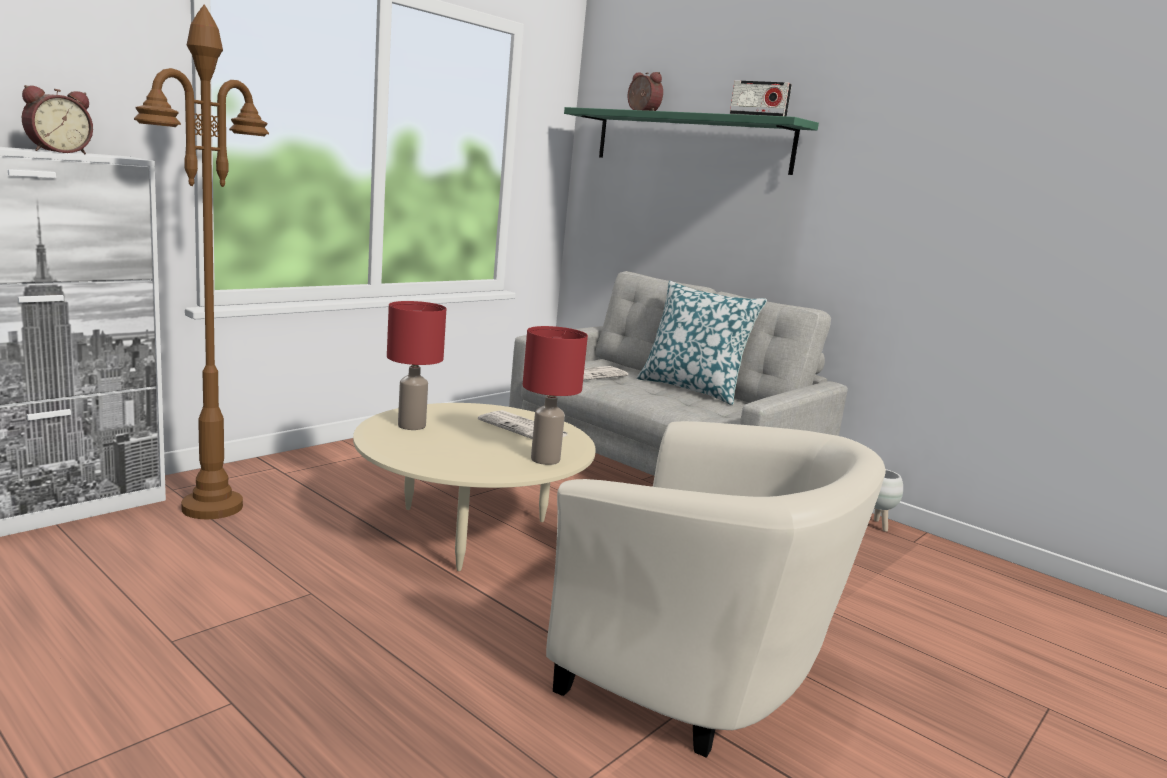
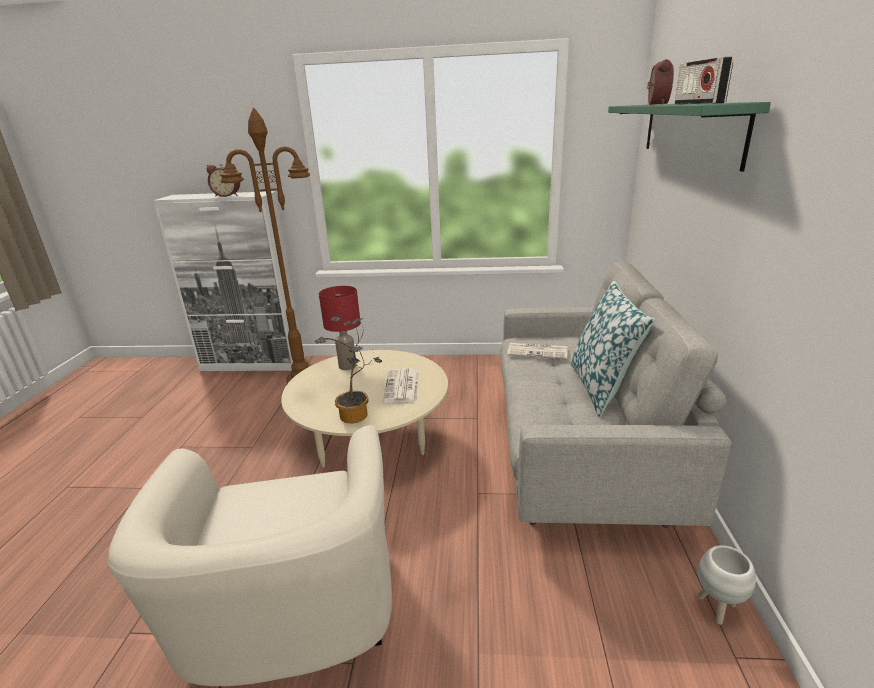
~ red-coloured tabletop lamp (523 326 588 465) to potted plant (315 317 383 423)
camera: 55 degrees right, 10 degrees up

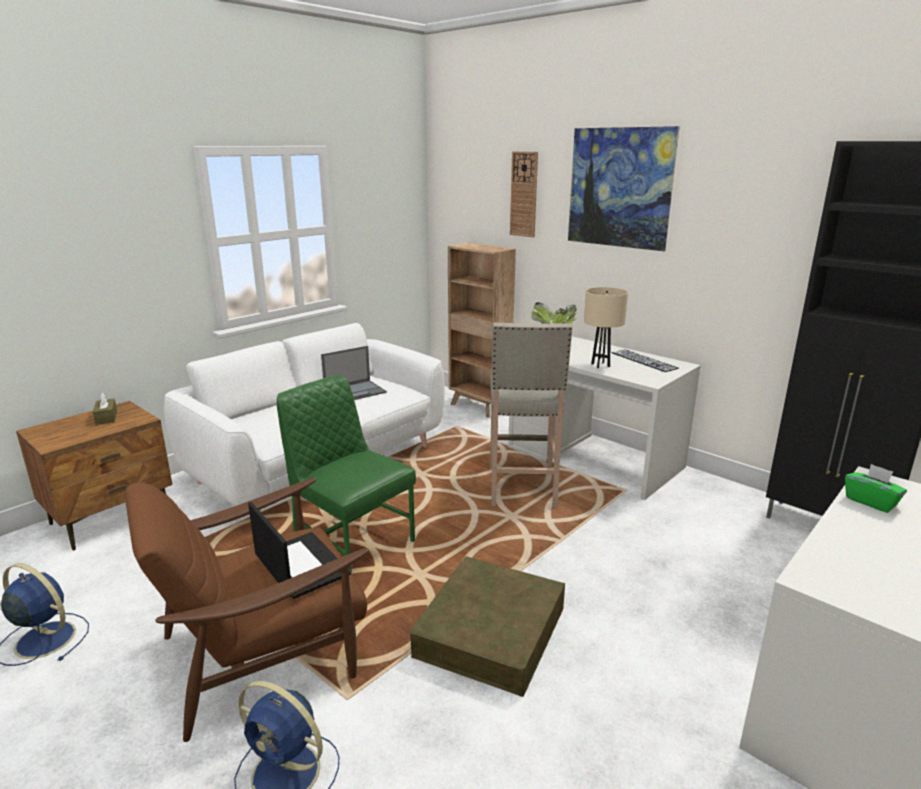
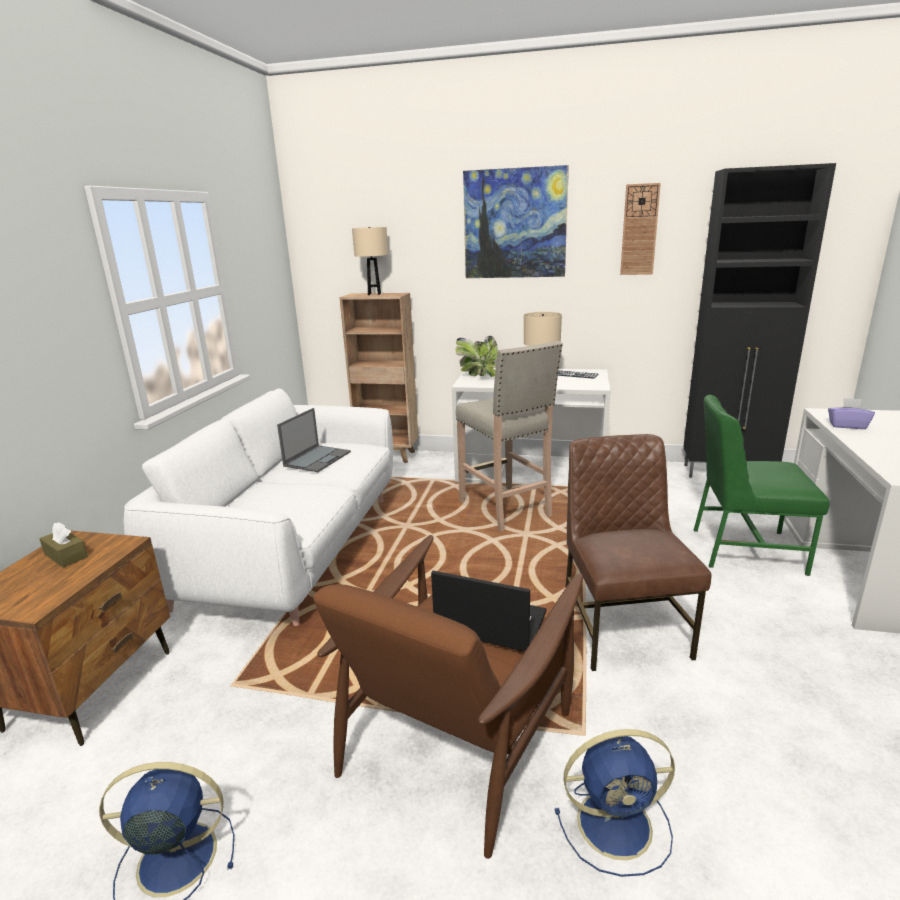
~ green plain chair (277 375 416 572) to (694 395 830 576)
~ brown storage container (410 556 565 697) to brown plain chair (565 434 711 671)
~ clock on the wall (510 152 538 237) to (620 183 661 275)
~ green tissue holder (845 464 907 513) to purple-coloured tissue holder (828 398 875 429)
+ sand-coloured tabletop lamp (352 227 388 295)
camera: 30 degrees left, 0 degrees up

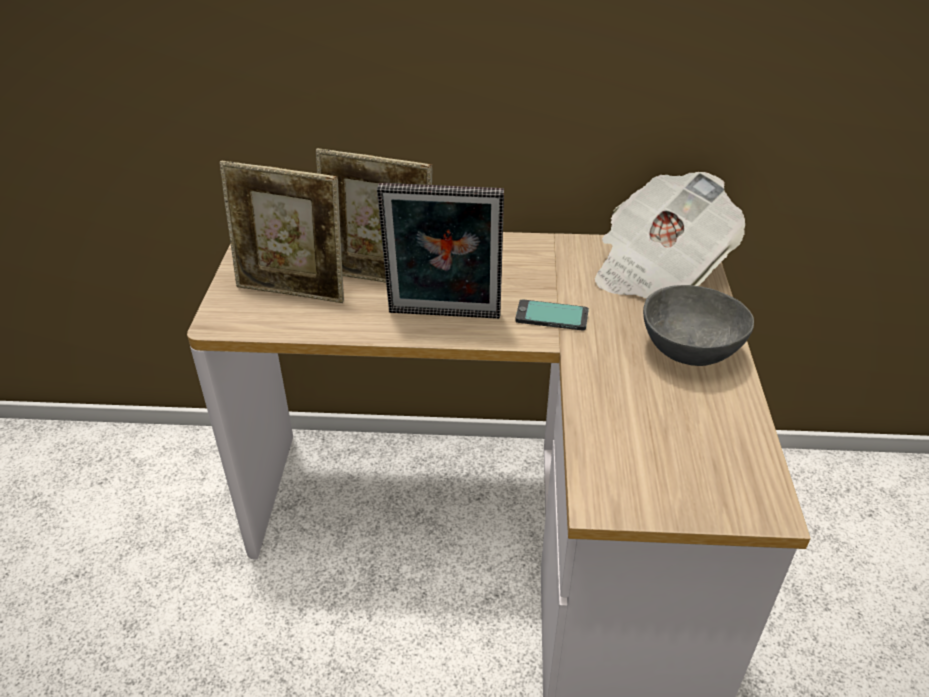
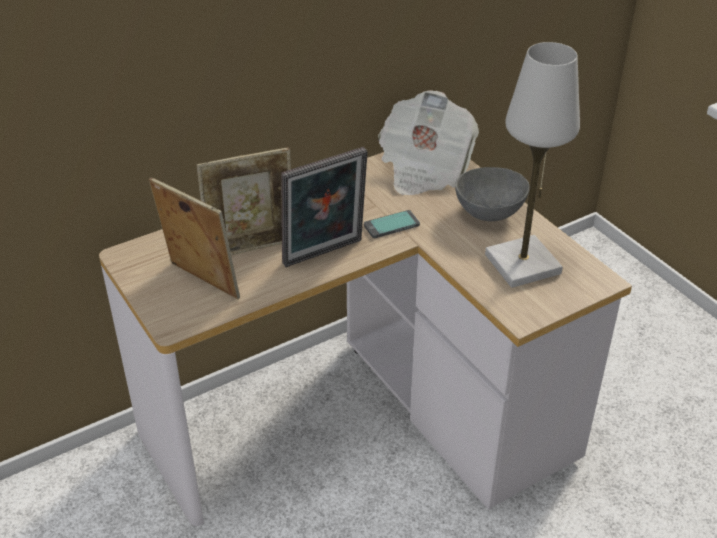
~ standing frame (219 160 344 303) = (149 177 240 299) 120 degrees counterclockwise
+ white tabletop lamp (485 42 580 288)
camera: 35 degrees left, 0 degrees up

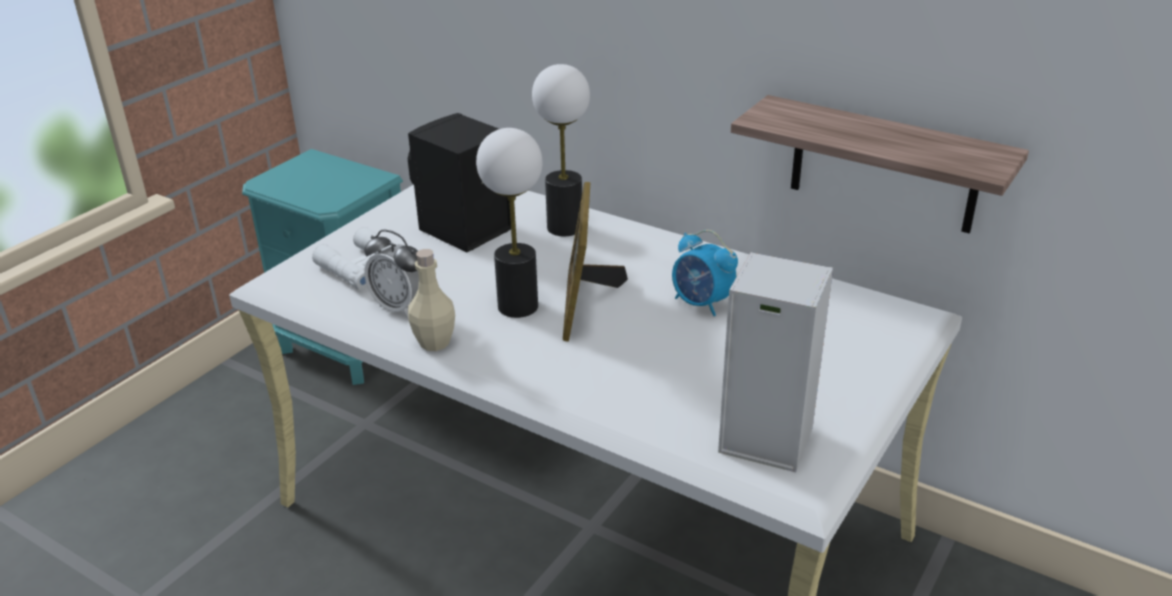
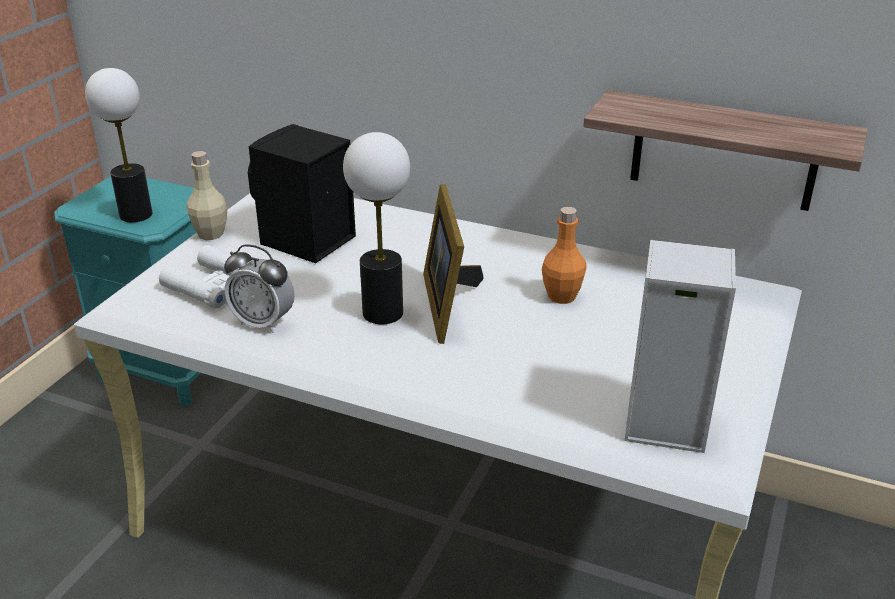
~ sand-coloured bottle (408 249 455 351) to (187 151 227 240)
~ tabletop lamp (532 64 590 236) to (85 68 152 222)
~ alarm clock (672 230 738 316) to orangey bottle (542 207 587 304)
camera: 10 degrees left, 0 degrees up

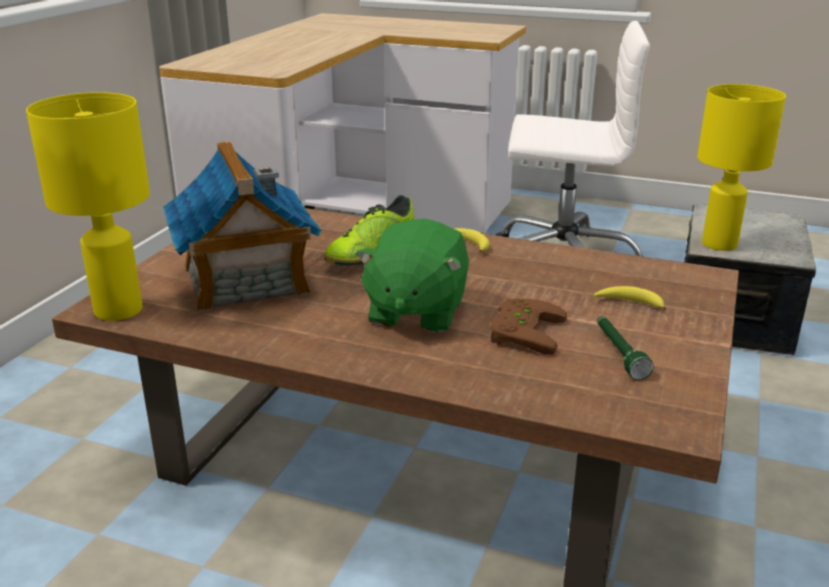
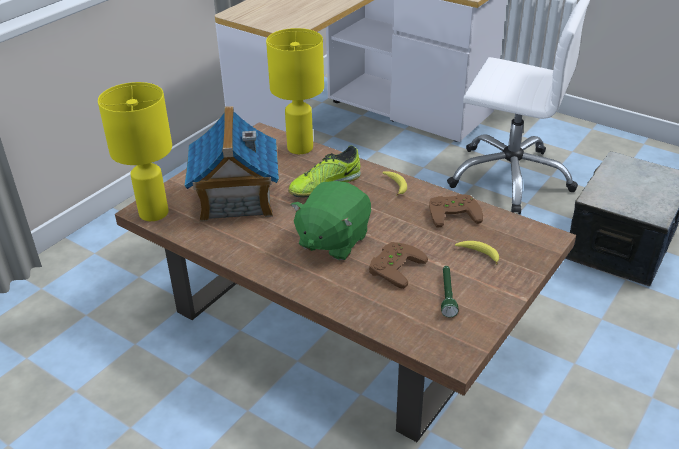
~ yellow-coloured tabletop lamp (697 84 786 251) to (266 28 324 154)
+ brown game controller (429 194 483 228)
camera: 15 degrees right, 10 degrees up

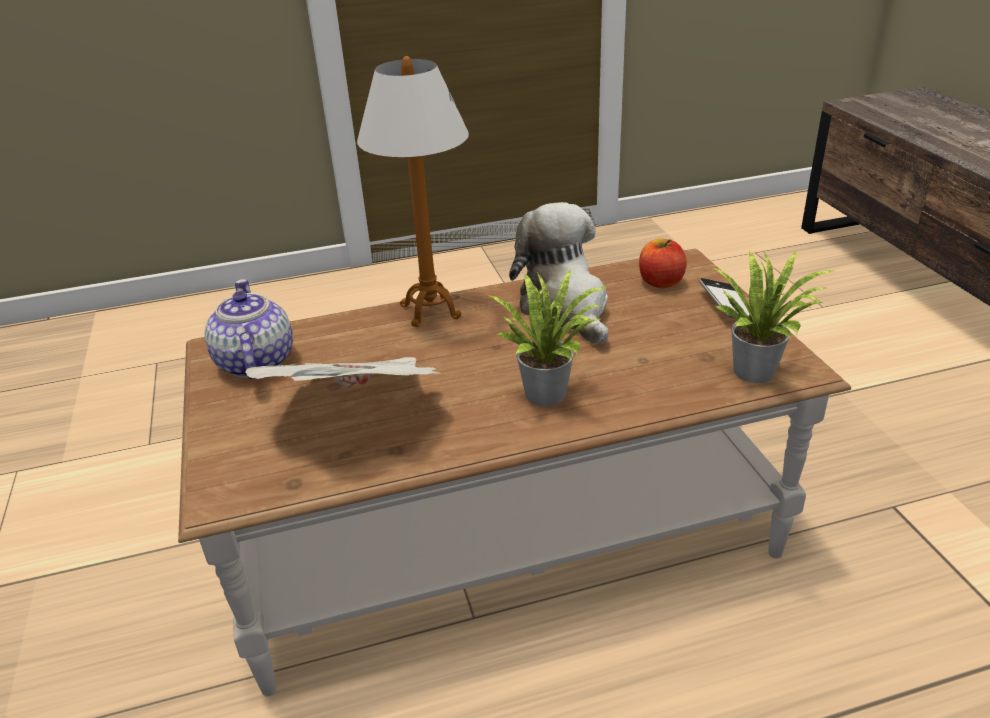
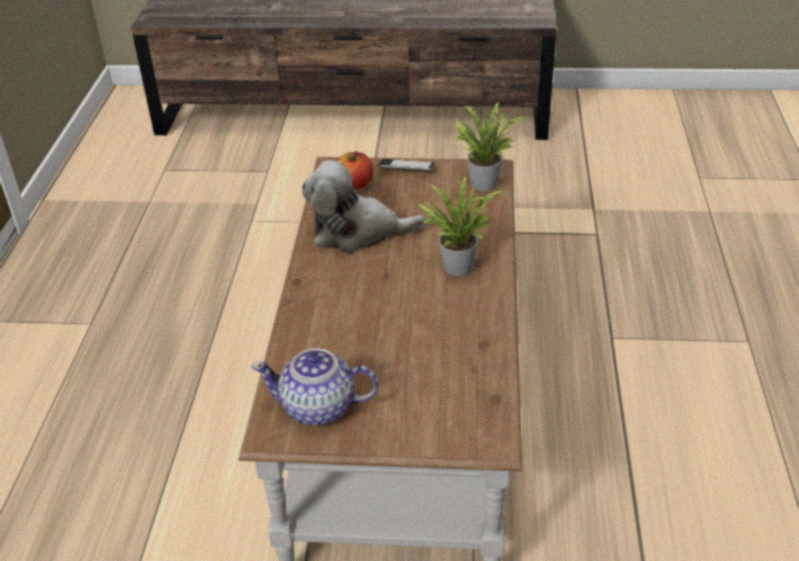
- daily paper (245 357 442 388)
- tabletop lamp (357 56 469 327)
camera: 70 degrees left, 5 degrees up

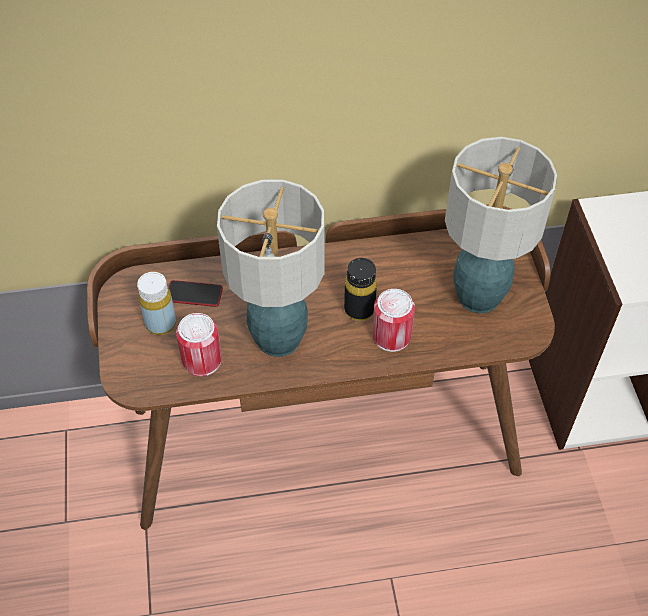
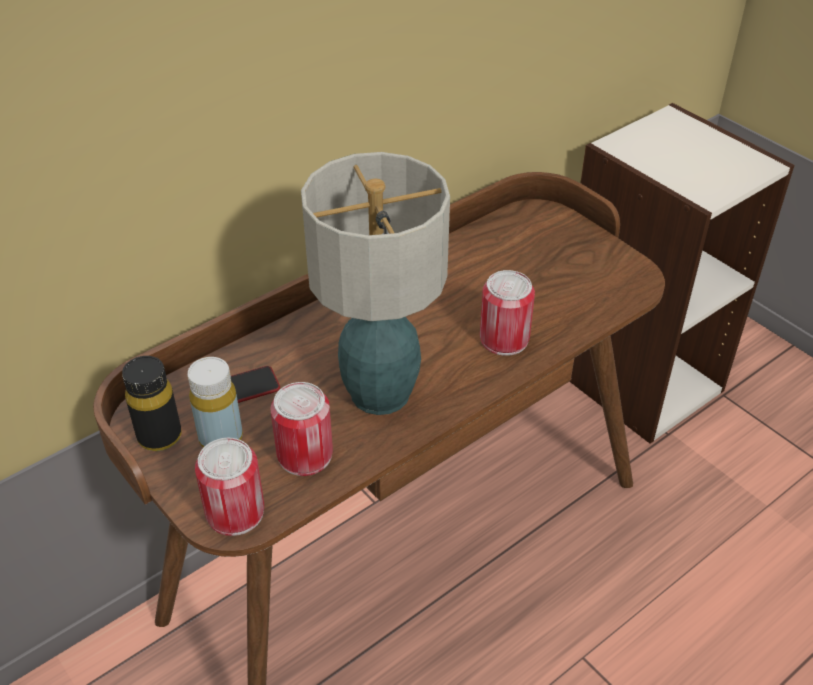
~ black bottle (344 258 377 321) to (122 356 181 451)
- tabletop lamp (445 137 557 313)
+ can (195 438 264 536)
camera: 30 degrees left, 10 degrees down

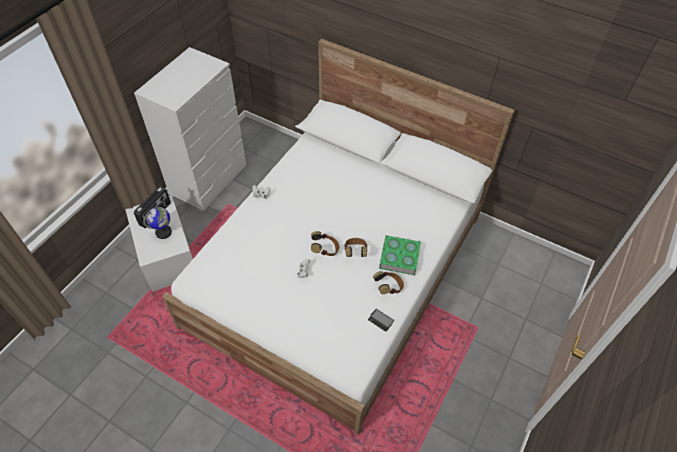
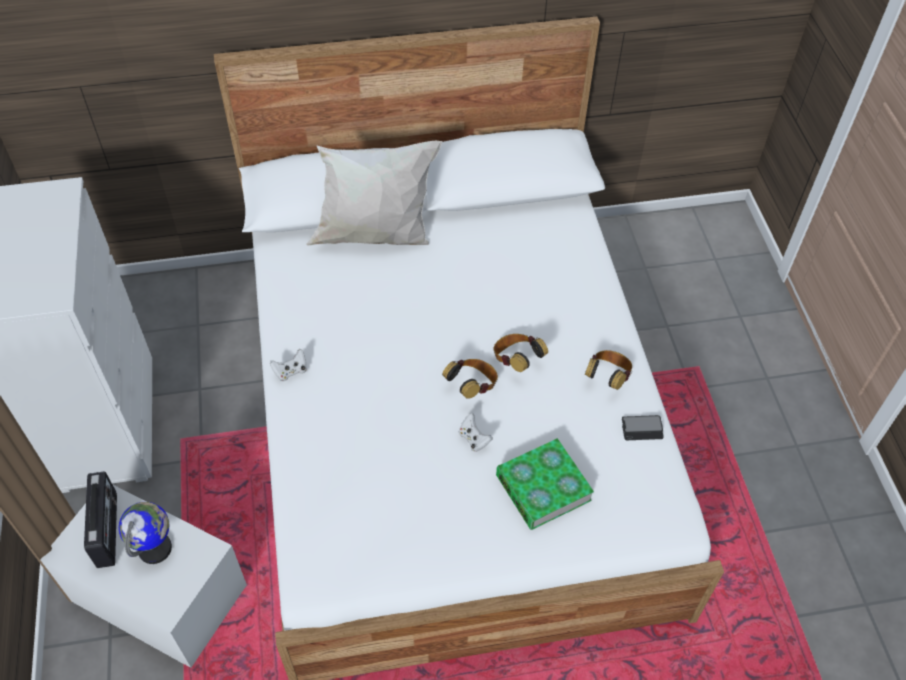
~ volume (379 235 421 275) to (496 438 594 530)
+ white throw pillow (307 141 442 246)
camera: 40 degrees left, 0 degrees up

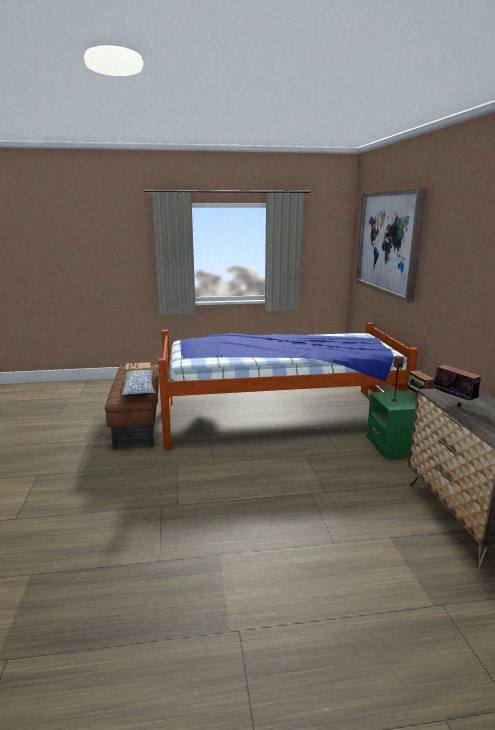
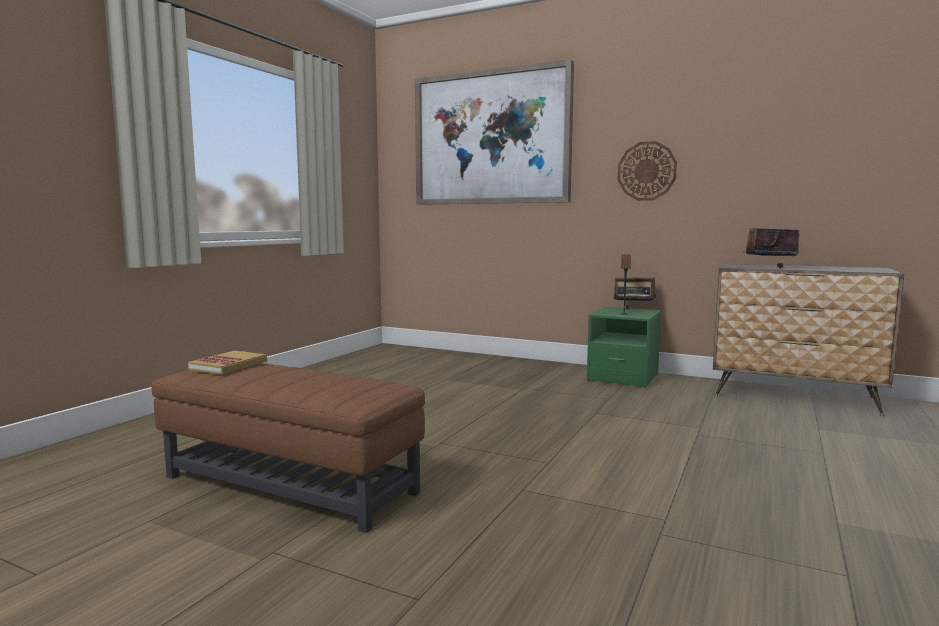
- throw pillow (121 369 156 396)
- bed (158 323 418 449)
+ clock on the wall (617 141 677 201)
camera: 55 degrees left, 10 degrees down

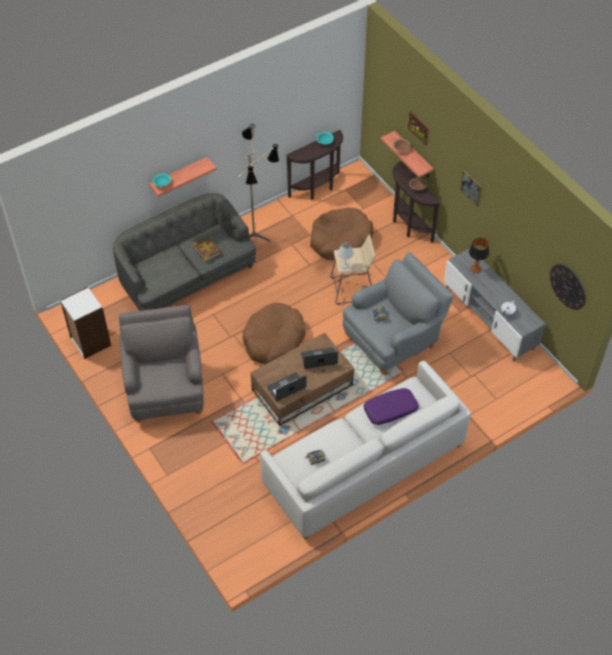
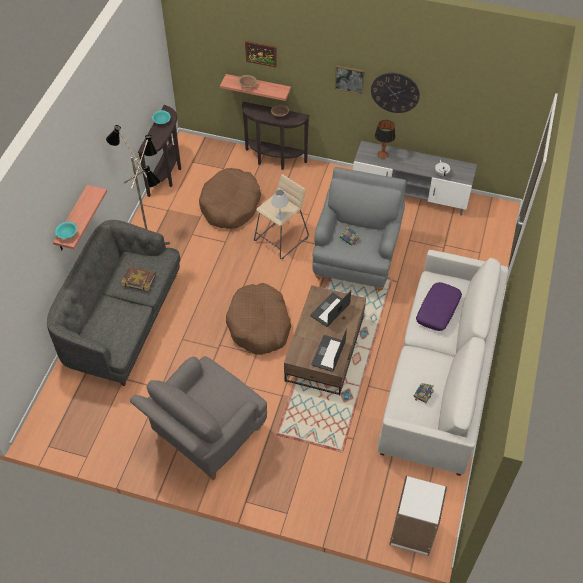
~ white bookshelf (60 287 111 359) to (389 476 447 556)
~ grey easy chair (119 304 204 423) = (130 356 267 480) 90 degrees counterclockwise
~ clock on the wall (550 264 586 310) to (371 73 420 113)
camera: 40 degrees left, 0 degrees up

